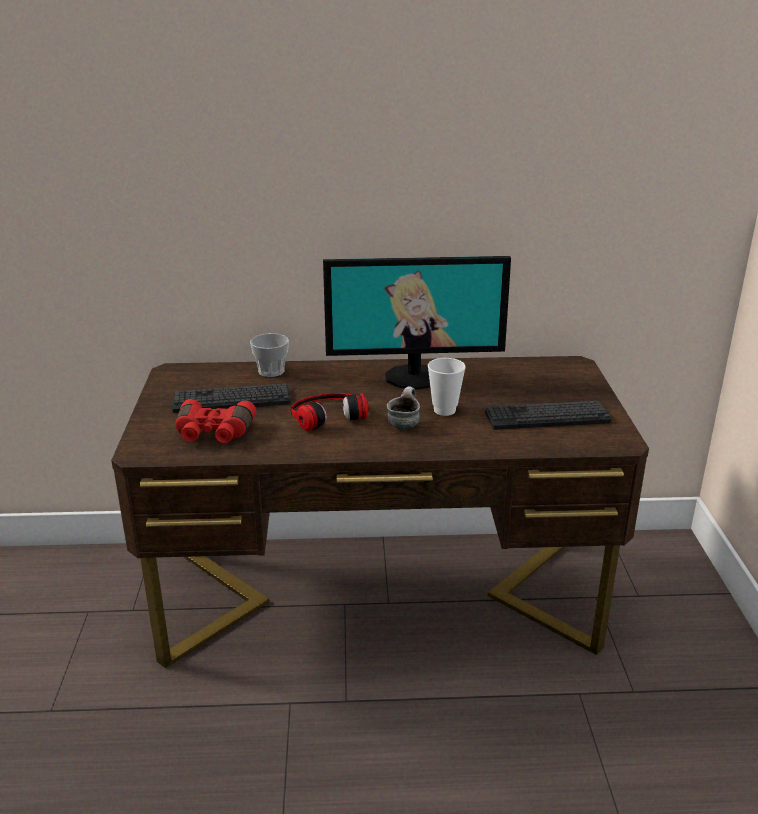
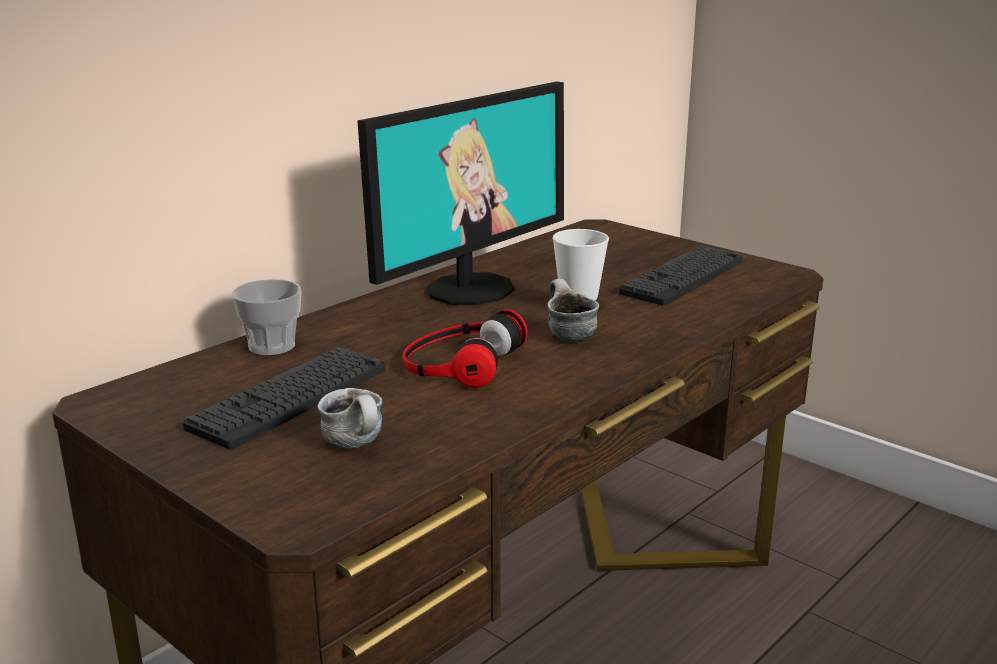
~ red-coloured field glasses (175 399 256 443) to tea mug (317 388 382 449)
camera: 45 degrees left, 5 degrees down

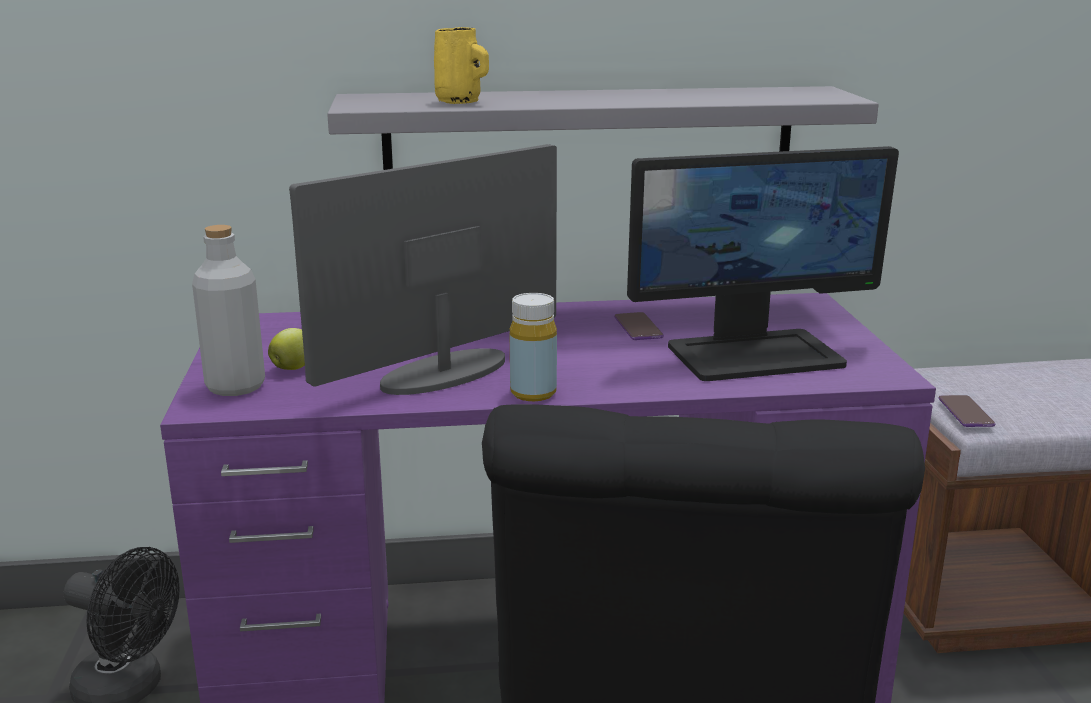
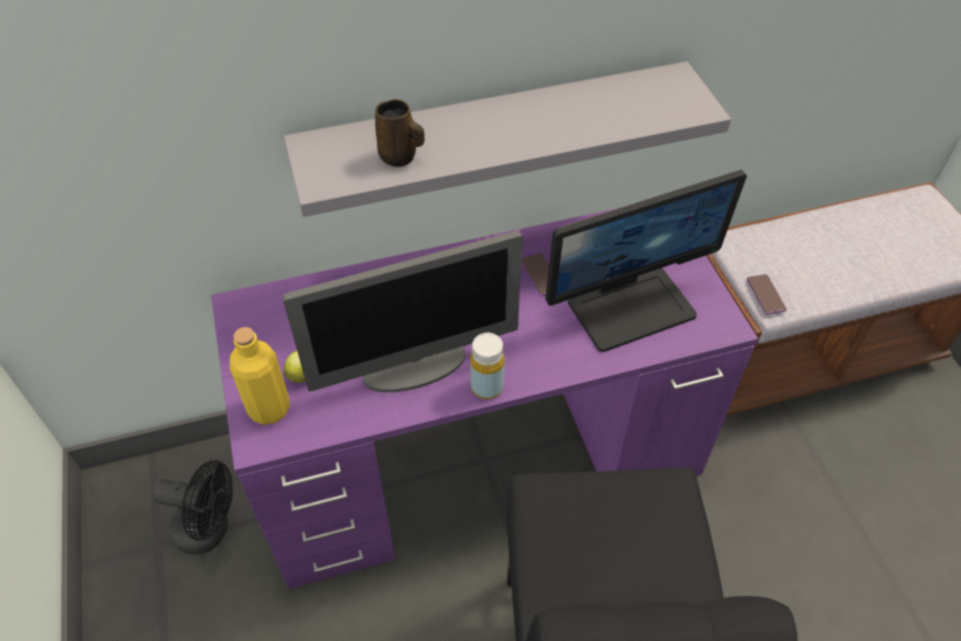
~ grey bottle (192 225 265 396) to yellow-coloured bottle (230 327 290 425)
~ computer display (289 144 557 395) = (282 231 523 392) 150 degrees counterclockwise
~ yellow-coloured tea mug (434 27 489 104) to brown tea mug (375 99 425 167)
camera: 10 degrees left, 30 degrees up

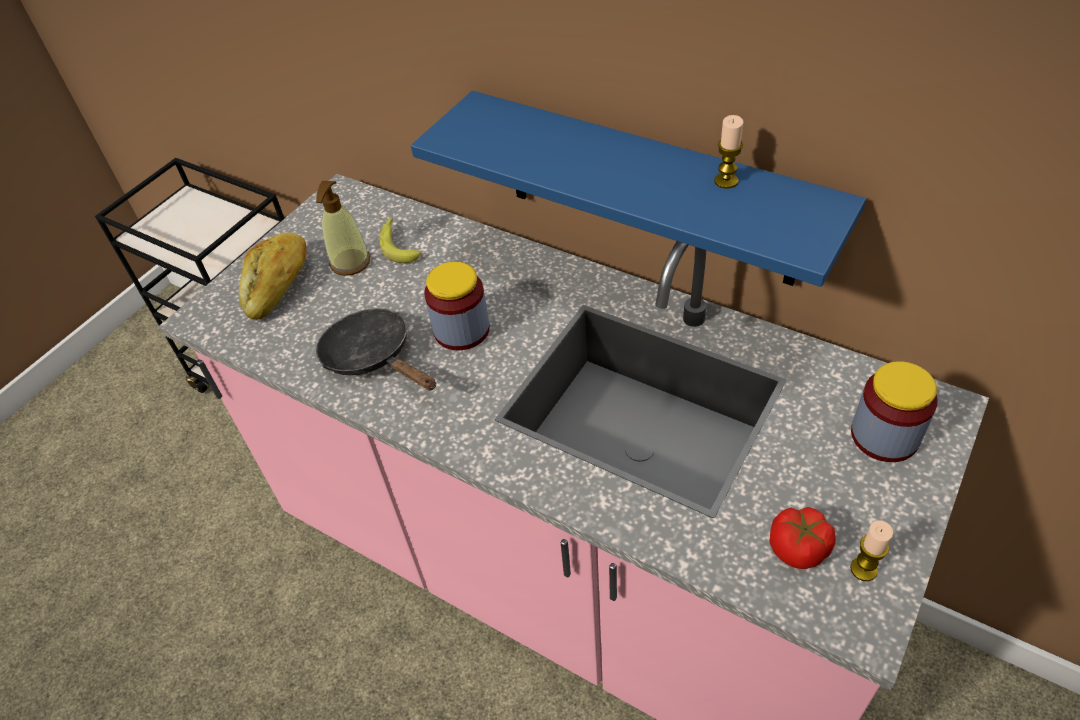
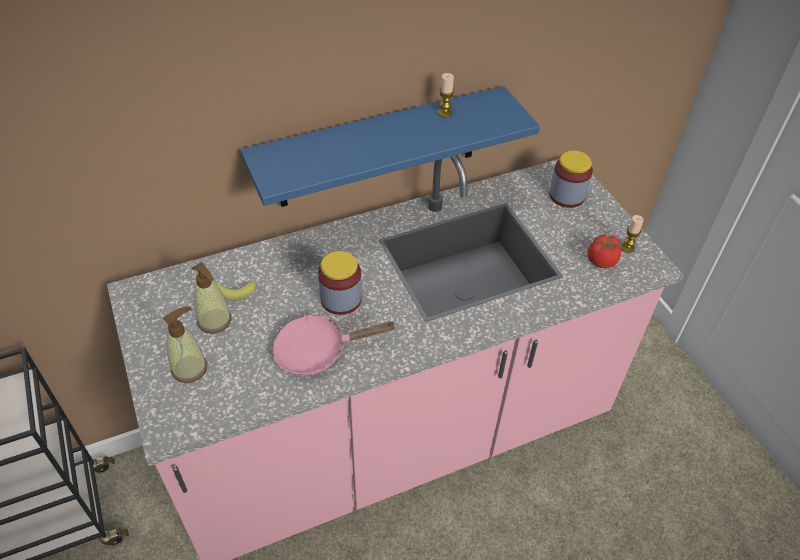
~ bread (239 233 306 320) to liquid soap bottle (162 306 207 383)
~ black pan (316 308 436 391) to pink pan (273 315 397 376)
camera: 60 degrees left, 0 degrees up

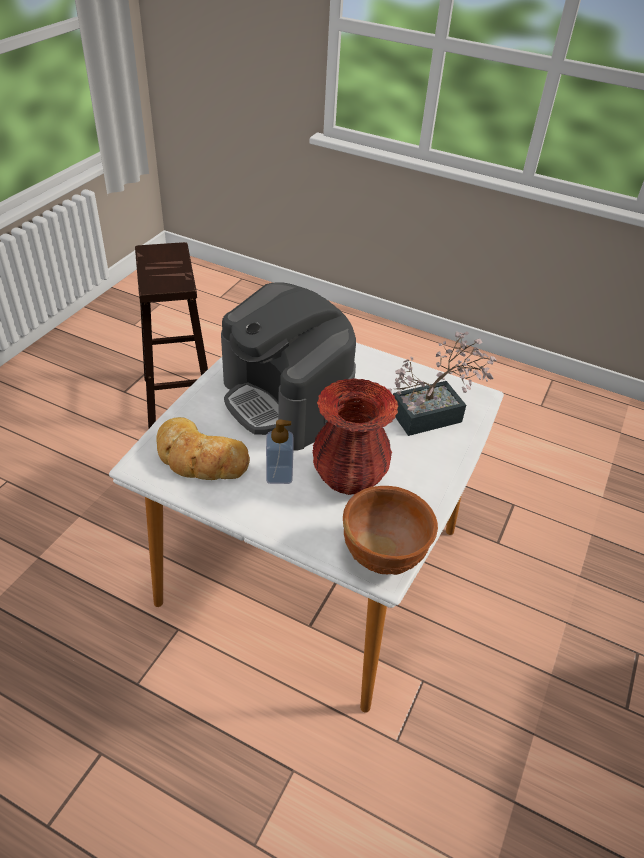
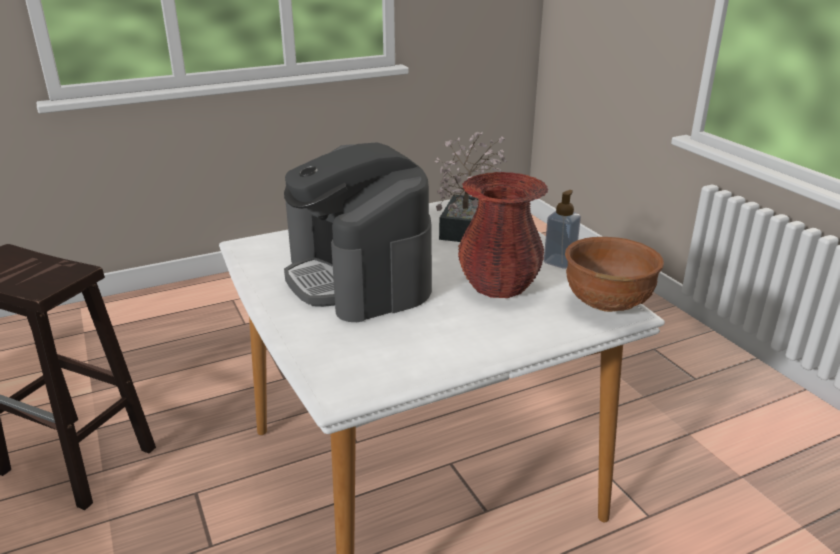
- bread (156 417 250 480)
~ coffee brewer (221 282 356 450) = (284 142 432 322) 60 degrees clockwise
~ liquid soap bottle (266 419 293 484) to (544 190 581 269)
camera: 50 degrees left, 15 degrees down

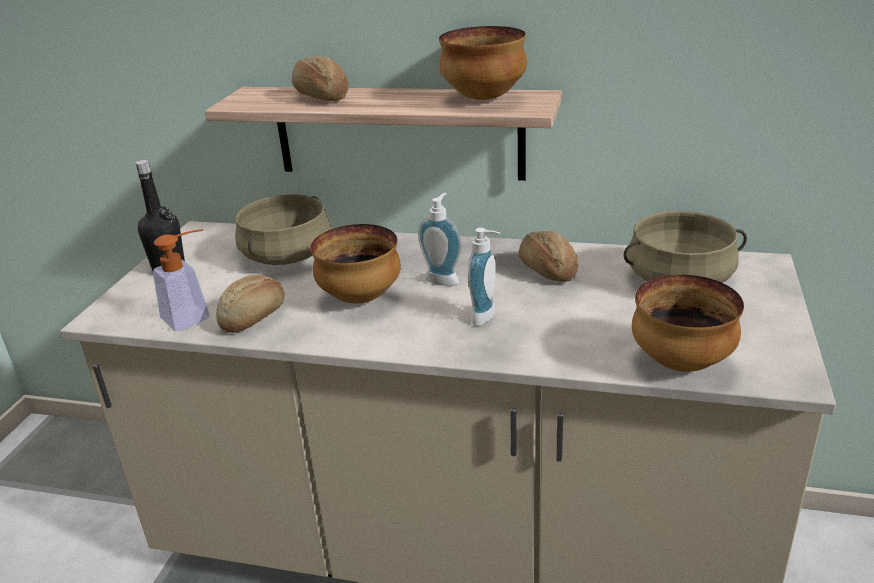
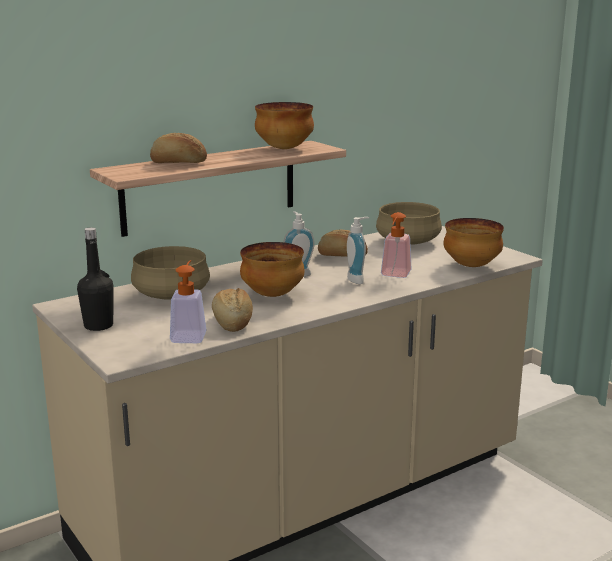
+ liquid soap bottle (381 212 412 278)
camera: 50 degrees left, 10 degrees down

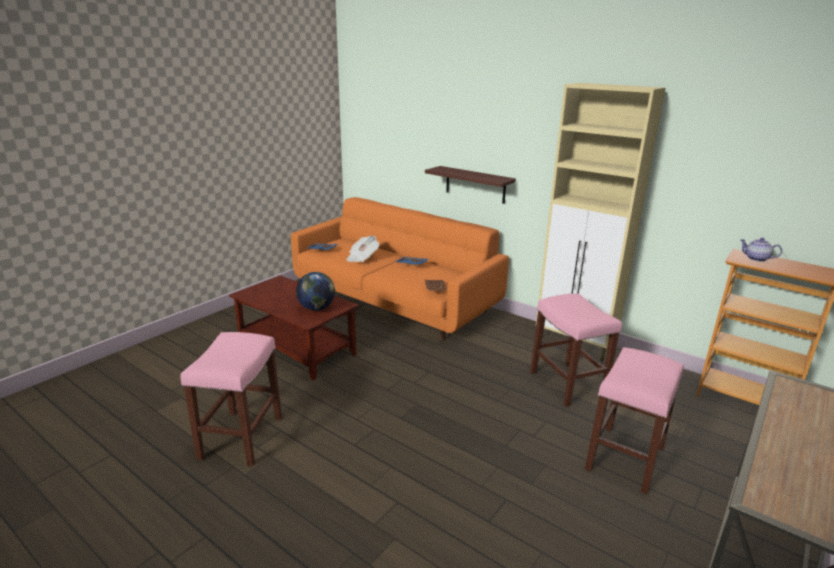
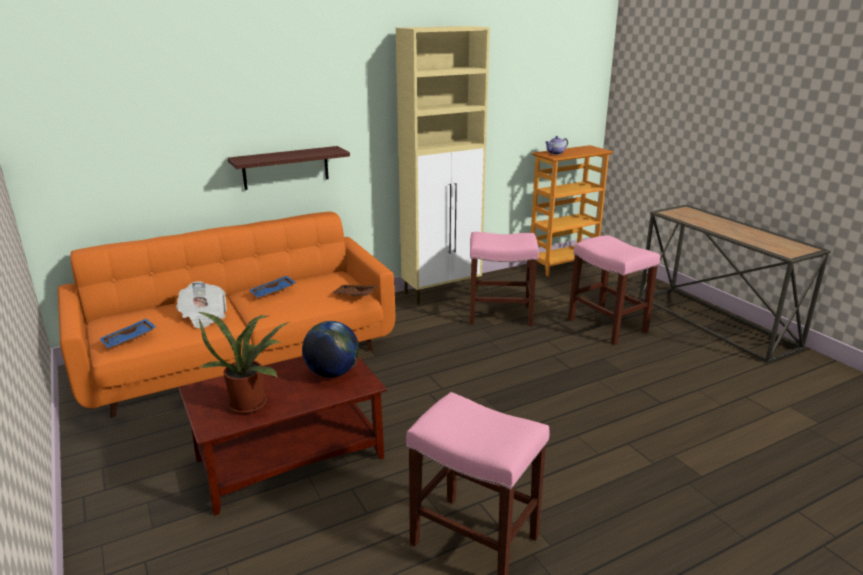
+ potted plant (199 312 289 414)
camera: 65 degrees left, 0 degrees up

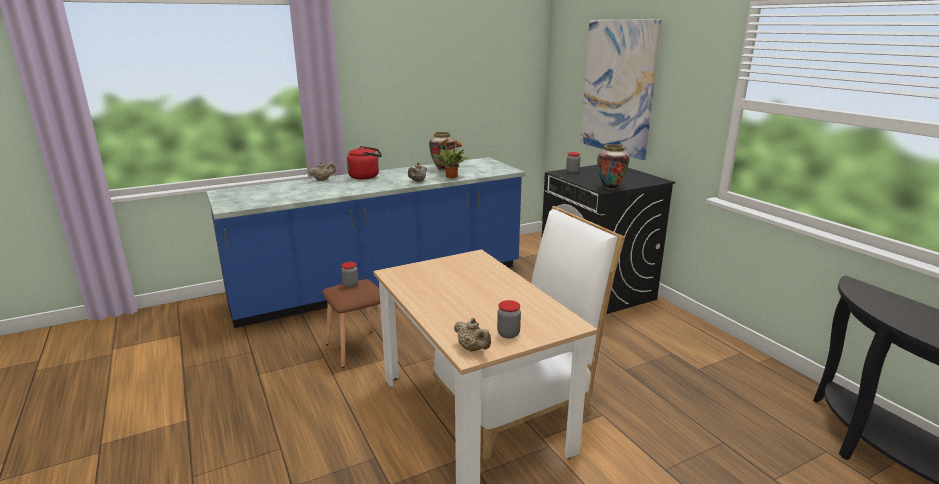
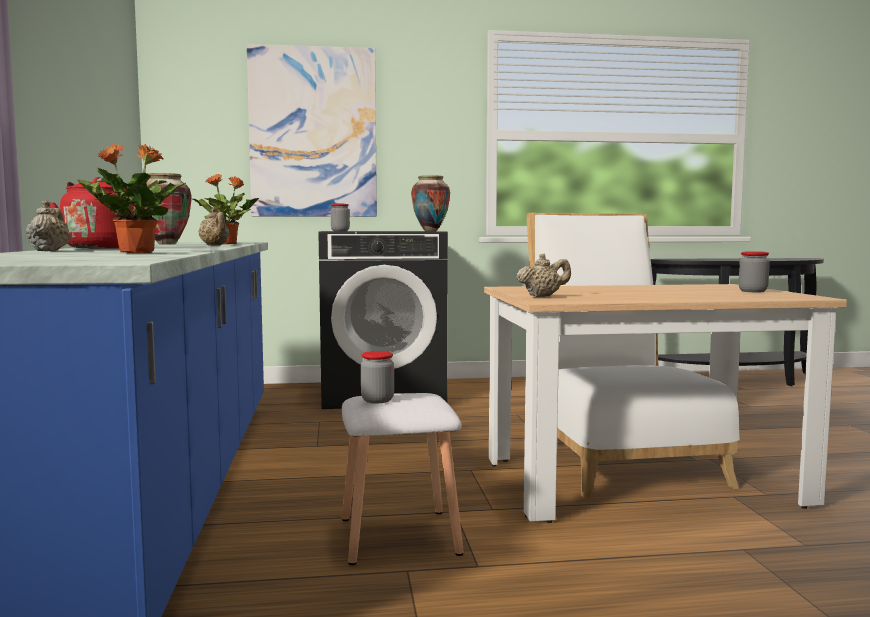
~ brown stool seat (322 279 382 368) to white stool seat (342 393 464 565)
~ sand-coloured pot for tea (454 318 491 351) to (516 254 571 297)
+ potted plant (78 144 186 253)
camera: 70 degrees left, 15 degrees down

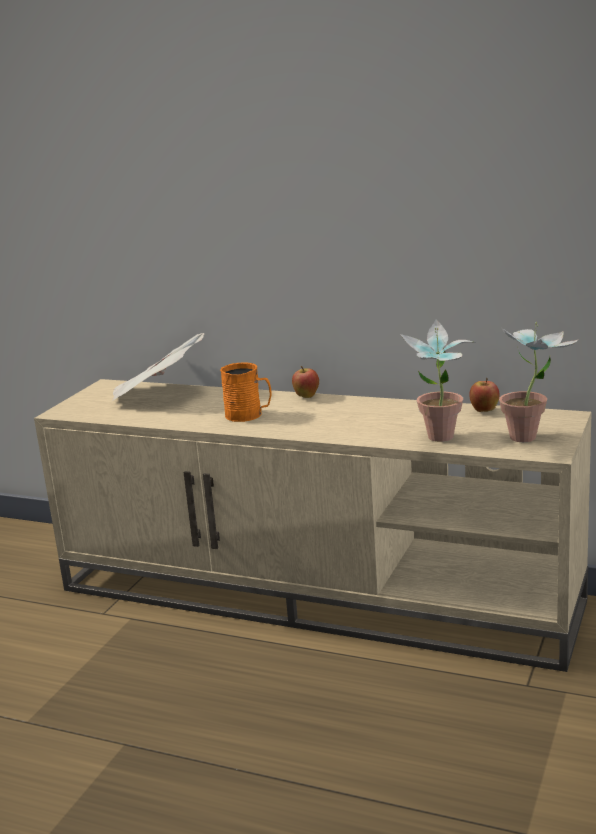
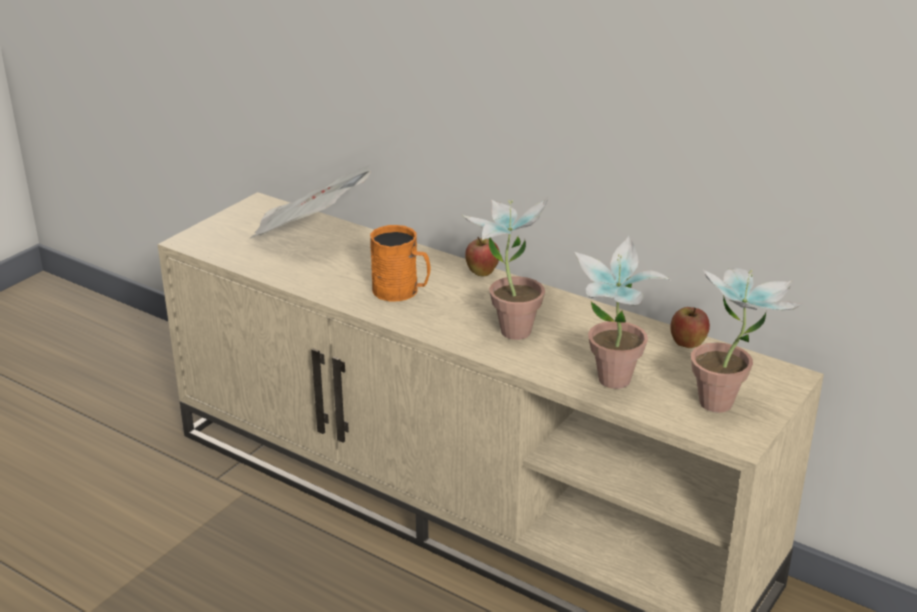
+ potted plant (461 198 548 340)
camera: 10 degrees right, 10 degrees up

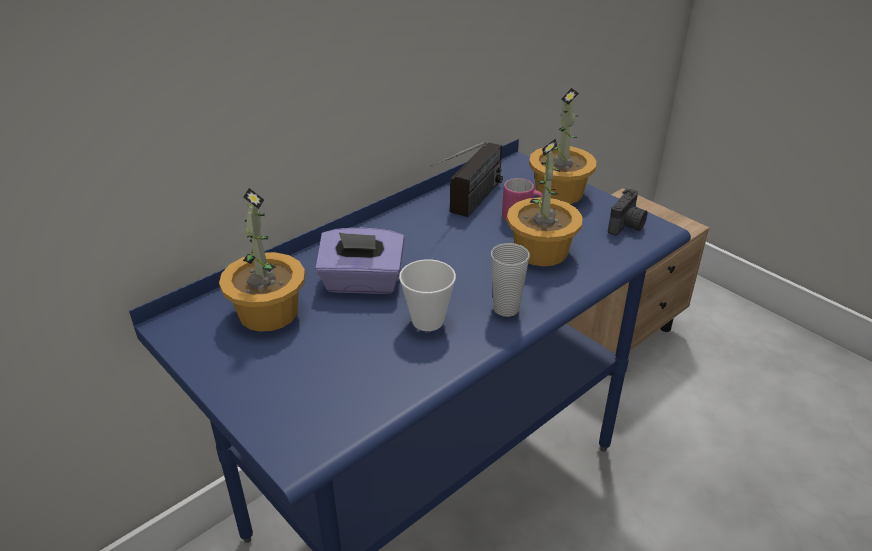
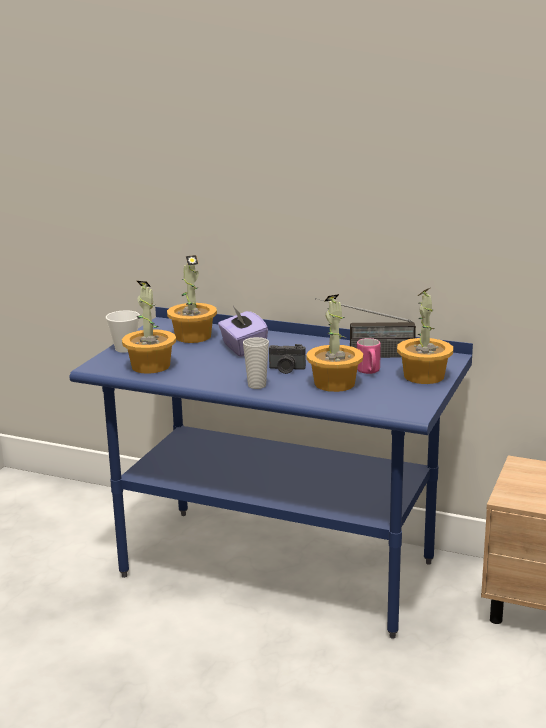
~ drinking cup (399 259 456 331) to (106 310 140 353)
~ photo camera (608 189 648 235) to (269 344 306 374)
+ potted plant (122 281 176 374)
camera: 65 degrees right, 15 degrees down

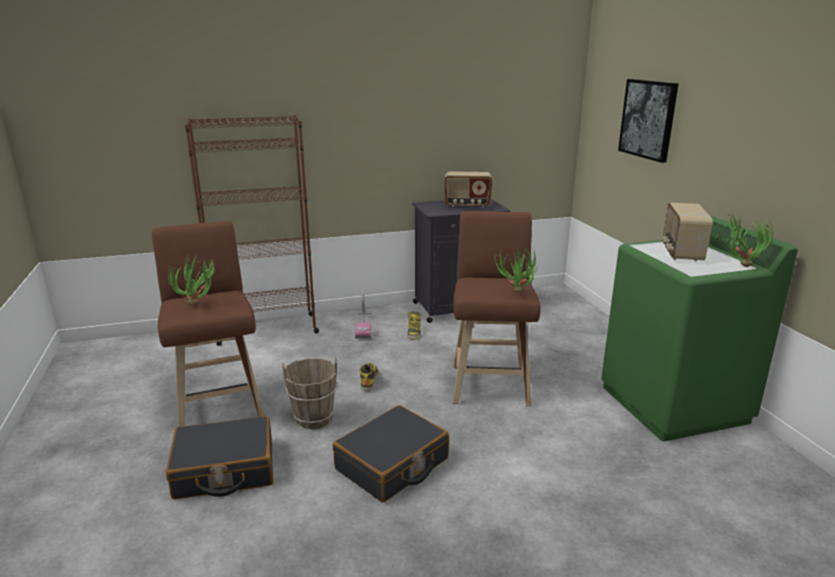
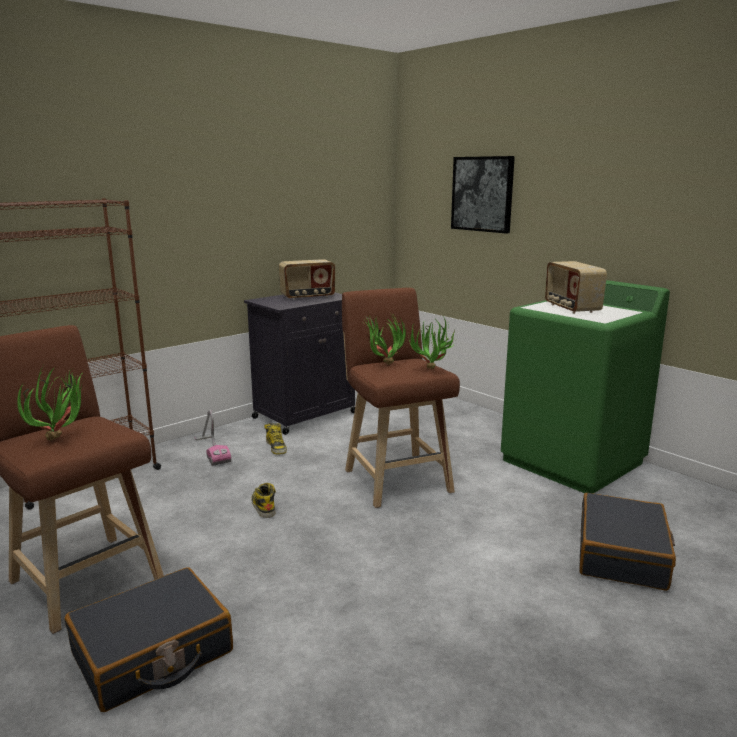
- brown water bucket (282 357 337 429)
~ black travel case (333 405 449 502) to (579 493 676 591)
~ potted plant (725 214 774 267) to (365 315 406 364)
camera: 25 degrees left, 5 degrees down

